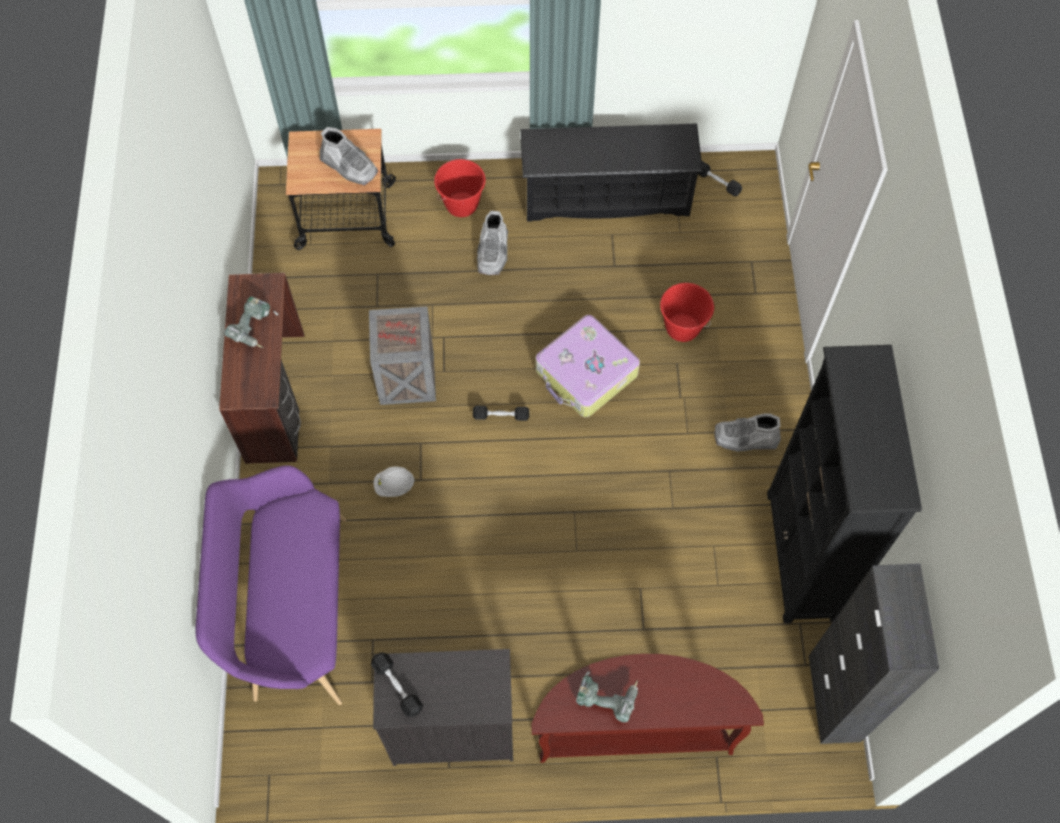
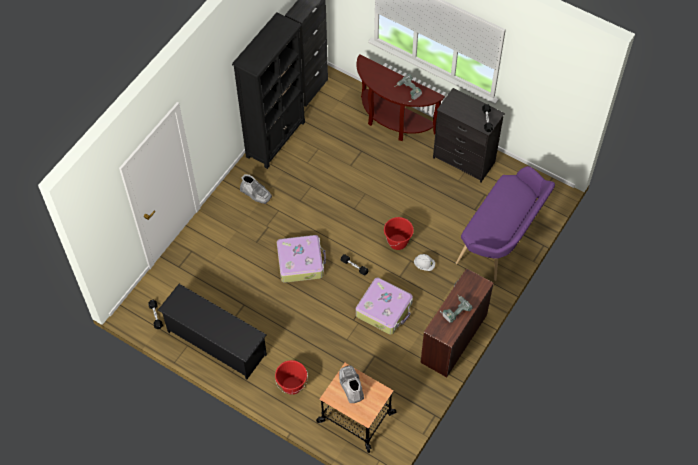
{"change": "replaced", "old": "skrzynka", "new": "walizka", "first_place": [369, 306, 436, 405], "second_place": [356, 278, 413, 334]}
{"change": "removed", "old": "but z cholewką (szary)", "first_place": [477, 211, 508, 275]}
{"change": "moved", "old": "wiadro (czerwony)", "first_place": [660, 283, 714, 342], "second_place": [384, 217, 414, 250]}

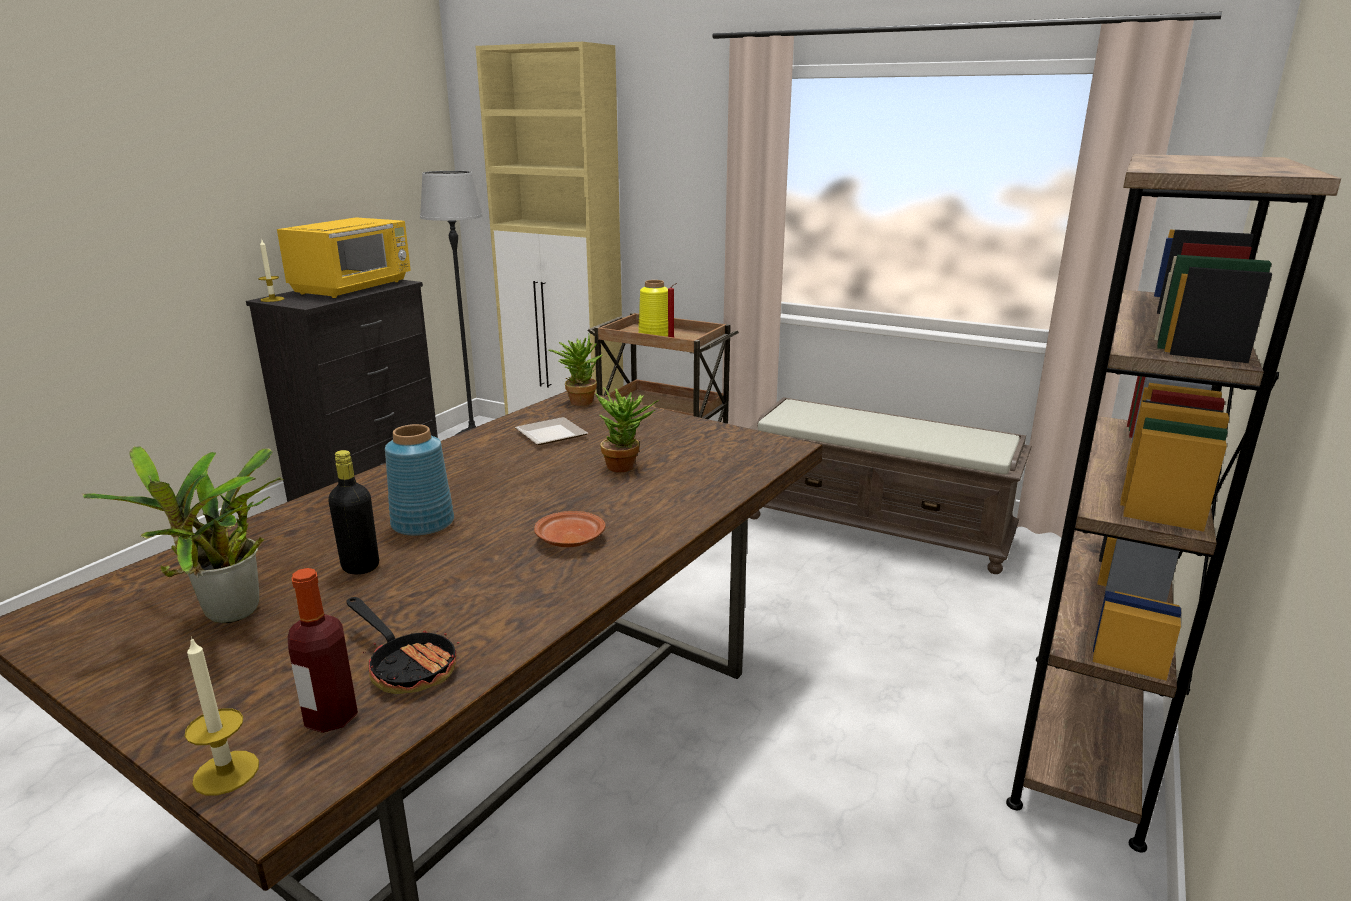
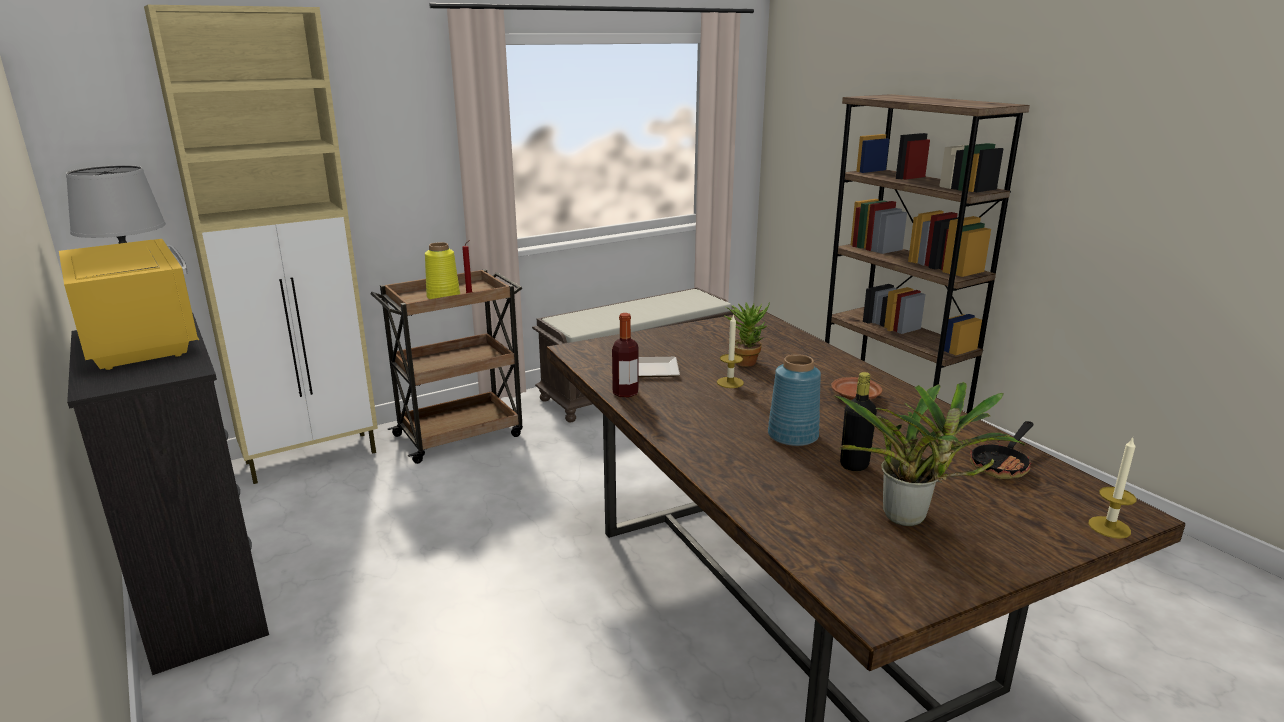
{"change": "moved", "old": "świeca", "first_place": [258, 238, 285, 302], "second_place": [717, 314, 744, 388]}
{"change": "moved", "old": "butelka", "first_place": [288, 568, 358, 733], "second_place": [612, 313, 638, 397]}
{"change": "turned", "old": "patelnia", "first_place": [346, 597, 459, 694], "second_place": [970, 421, 1033, 479], "degrees": 150}
{"change": "removed", "old": "roślina doniczkowa", "first_place": [548, 335, 603, 406]}

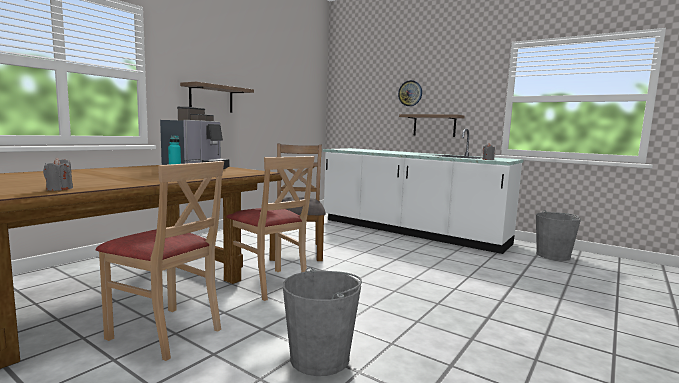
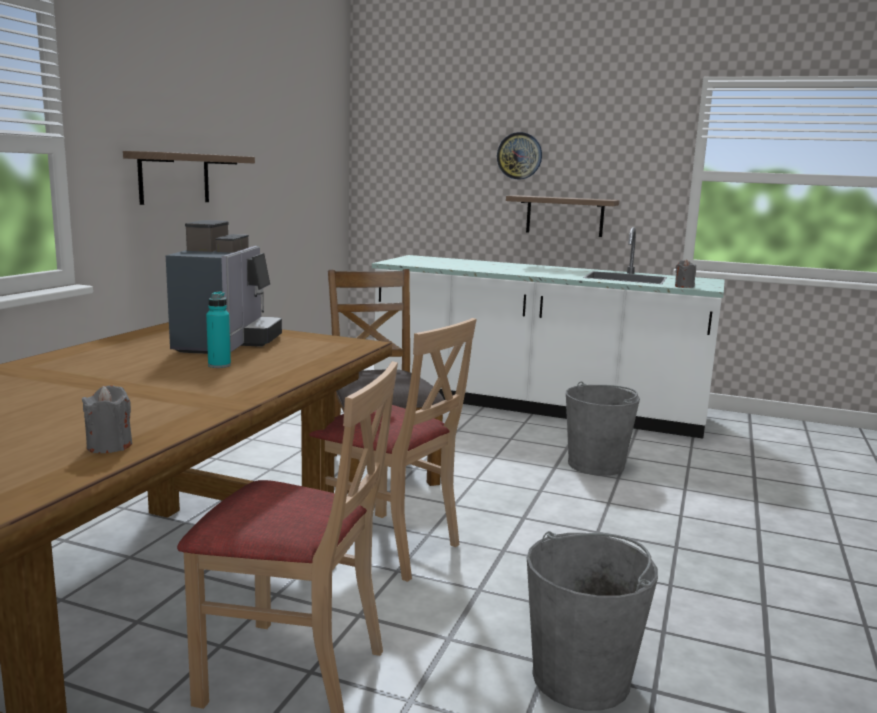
{"change": "moved", "old": "wiadro (szary)", "first_place": [536, 210, 581, 261], "second_place": [566, 382, 640, 476]}

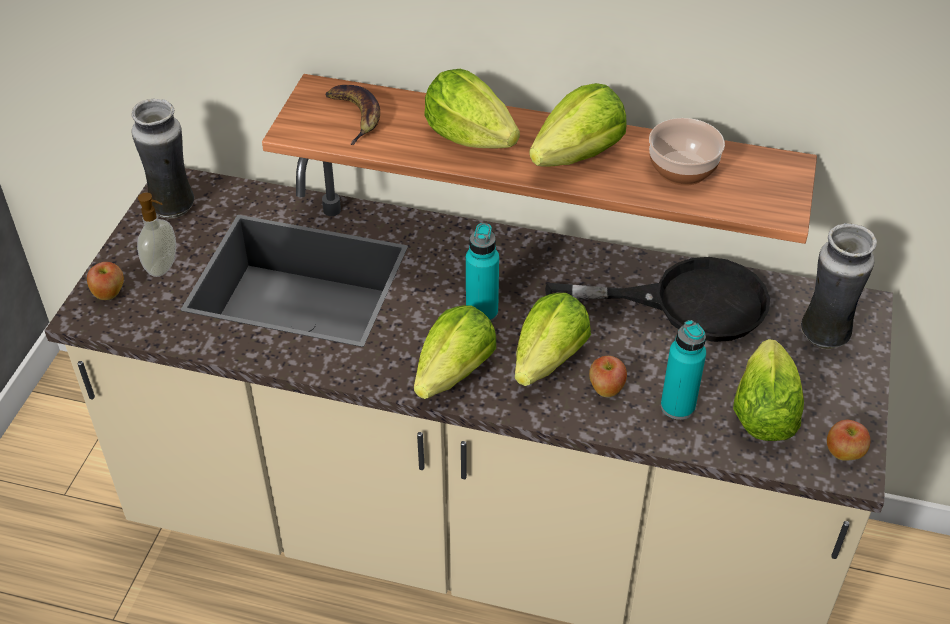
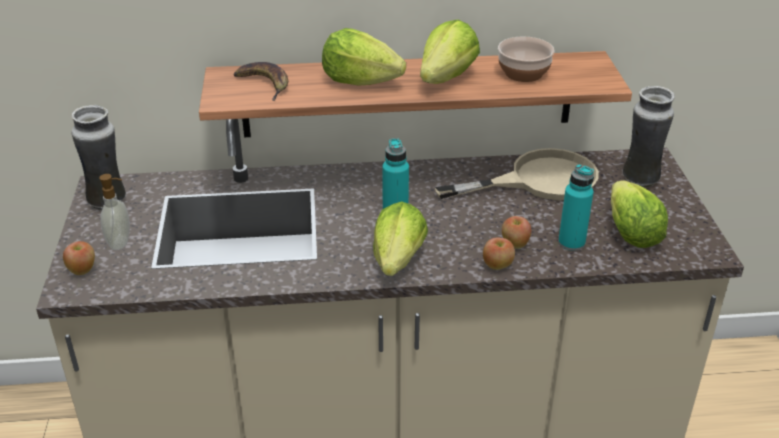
{"change": "removed", "old": "sałata", "first_place": [515, 293, 591, 386]}
{"change": "recoloured", "old": "patelnia (czarny)", "new": "patelnia (beżowy)", "first_place": [545, 257, 770, 342], "second_place": [435, 148, 599, 200]}
{"change": "moved", "old": "jabłko", "first_place": [827, 420, 871, 461], "second_place": [483, 238, 515, 270]}

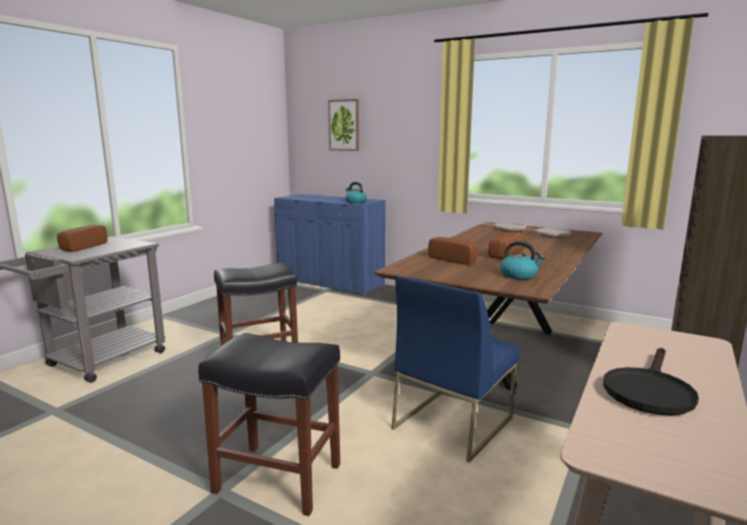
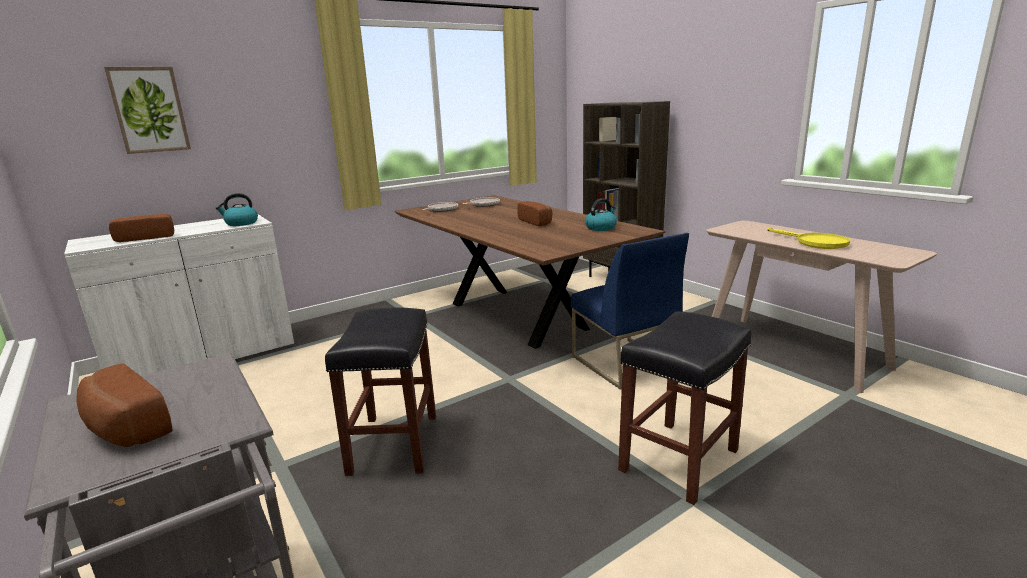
{"change": "recoloured", "old": "szafka (niebieski)", "new": "szafka (biały)", "first_place": [274, 194, 386, 296], "second_place": [64, 214, 294, 376]}
{"change": "moved", "old": "chleb", "first_place": [428, 237, 478, 265], "second_place": [109, 214, 174, 242]}
{"change": "recoloured", "old": "patelnia (czarny)", "new": "patelnia (żółty)", "first_place": [603, 348, 699, 416], "second_place": [767, 228, 850, 249]}

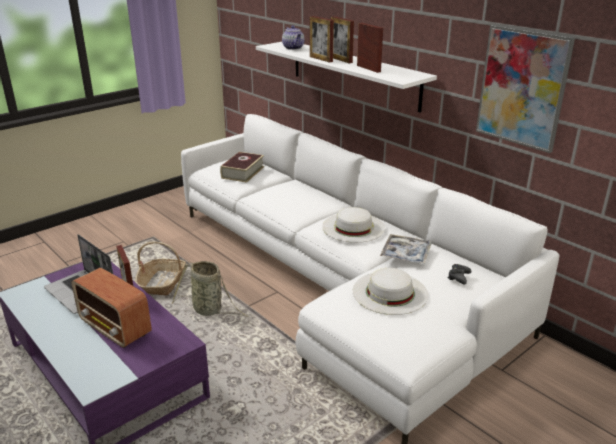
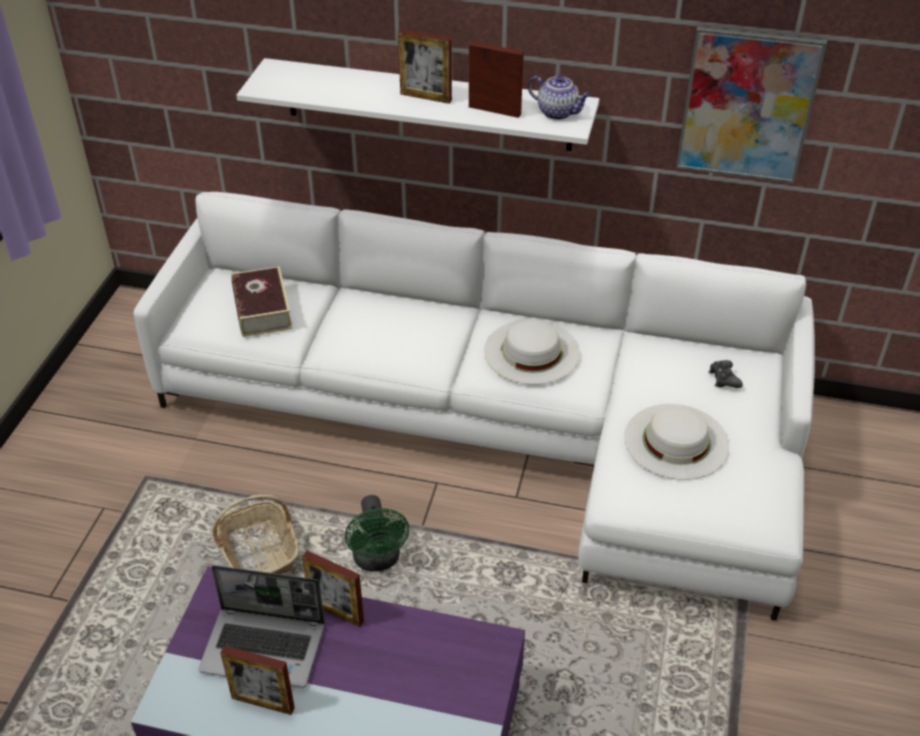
{"change": "removed", "old": "radio", "first_place": [72, 268, 151, 348]}
{"change": "replaced", "old": "koszyk", "new": "wentylator (zielony)", "first_place": [172, 261, 249, 317], "second_place": [345, 495, 409, 572]}
{"change": "moved", "old": "imbryk", "first_place": [282, 25, 305, 50], "second_place": [528, 75, 591, 120]}
{"change": "moved", "old": "ramka na zdjęcie", "first_place": [310, 16, 334, 63], "second_place": [220, 645, 295, 715]}
{"change": "removed", "old": "taca", "first_place": [380, 234, 432, 264]}

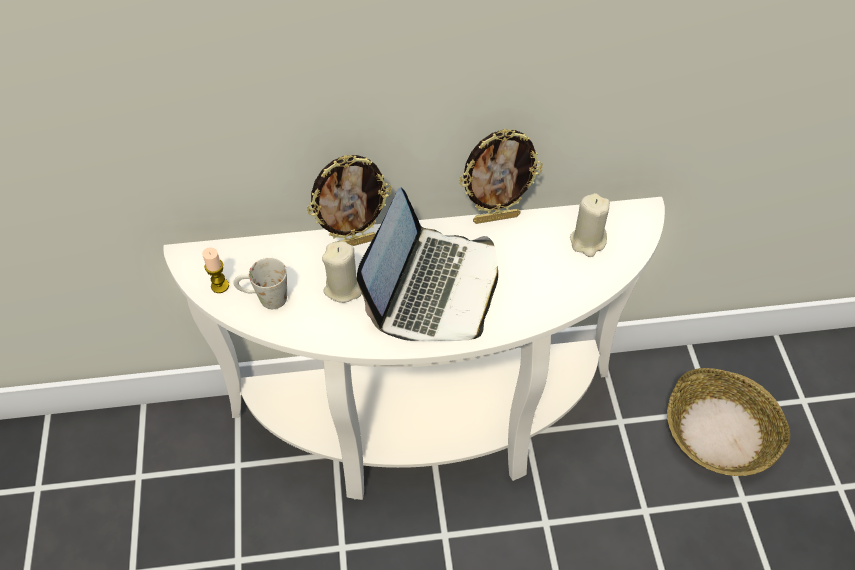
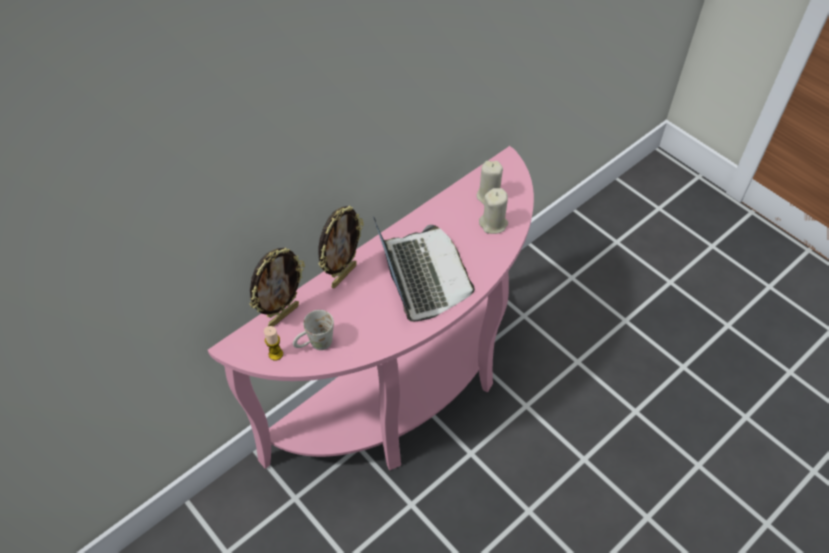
{"change": "recoloured", "old": "stolik konsolowy (biały)", "new": "stolik konsolowy (różowy)", "first_place": [163, 197, 665, 500], "second_place": [208, 146, 534, 470]}
{"change": "moved", "old": "świeca (beżowy)", "first_place": [322, 241, 362, 303], "second_place": [479, 188, 508, 234]}
{"change": "moved", "old": "ramka na zdjęcie", "first_place": [459, 129, 543, 224], "second_place": [249, 248, 305, 327]}
{"change": "removed", "old": "koszyk", "first_place": [667, 368, 790, 476]}

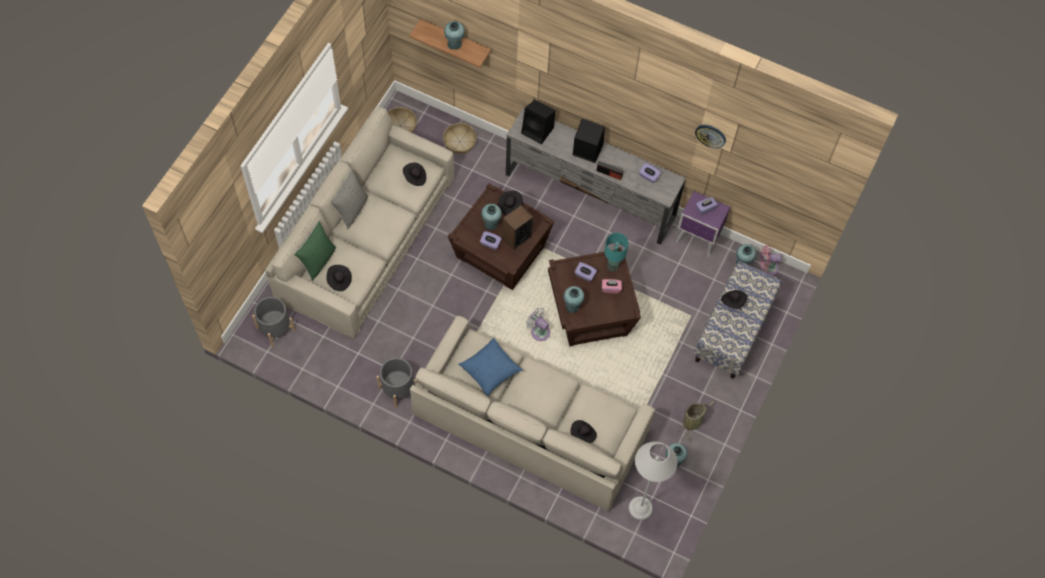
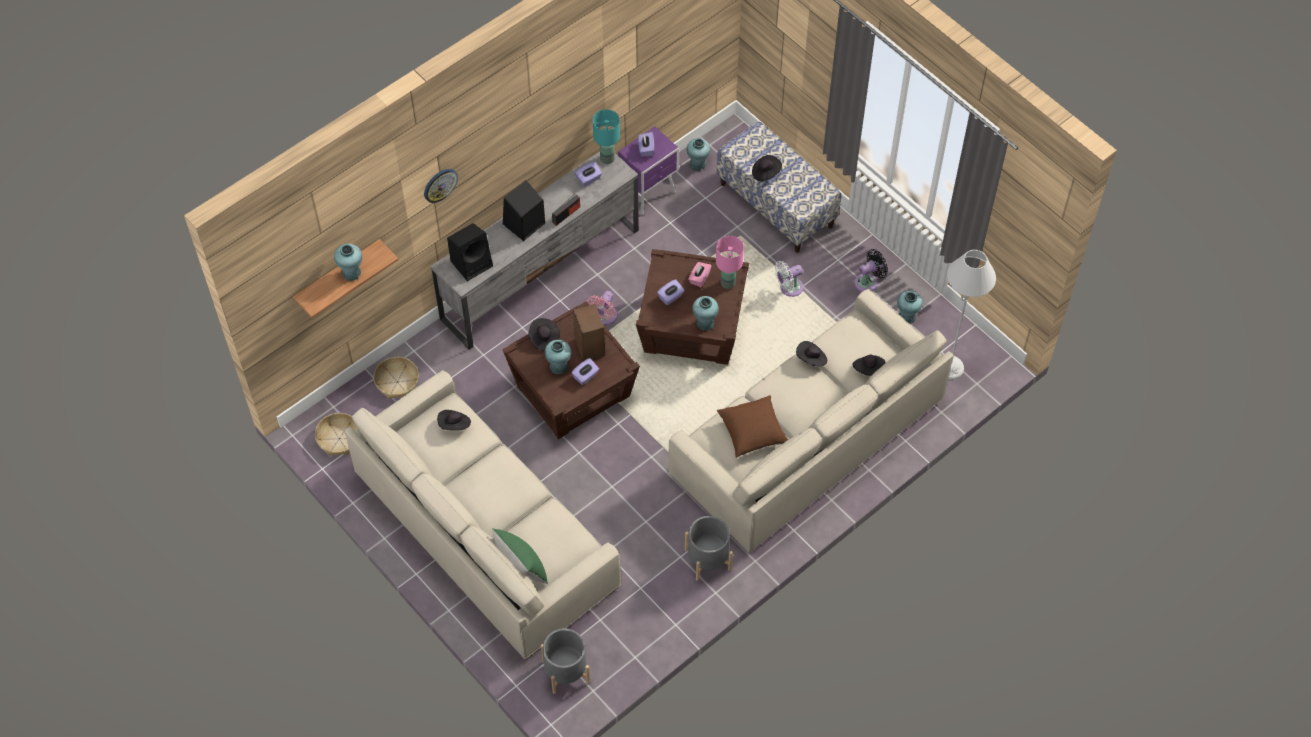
{"change": "moved", "old": "kapelusz (czarny)", "first_place": [326, 265, 352, 291], "second_place": [796, 341, 827, 366]}
{"change": "removed", "old": "poduszka (szary)", "first_place": [330, 169, 368, 229]}
{"change": "recoloured", "old": "poduszka (niebieski)", "new": "poduszka (brązowy)", "first_place": [458, 338, 523, 396], "second_place": [717, 395, 788, 458]}
{"change": "moved", "old": "wentylator (biały)", "first_place": [525, 307, 550, 341], "second_place": [775, 261, 803, 297]}
{"change": "moved", "old": "lampa stołowa (turkusowy)", "first_place": [605, 233, 628, 272], "second_place": [593, 109, 620, 164]}
{"change": "replaced", "old": "koszyk", "new": "wentylator (czarny)", "first_place": [677, 400, 714, 441], "second_place": [854, 249, 888, 292]}
{"change": "moved", "old": "zegar ścienny", "first_place": [695, 125, 726, 148], "second_place": [424, 169, 458, 203]}
{"change": "moved", "old": "wentylator (różowy)", "first_place": [760, 245, 781, 276], "second_place": [586, 291, 618, 325]}
{"change": "added", "new": "lampa stołowa (różowy)", "second_place": [716, 236, 744, 289]}

